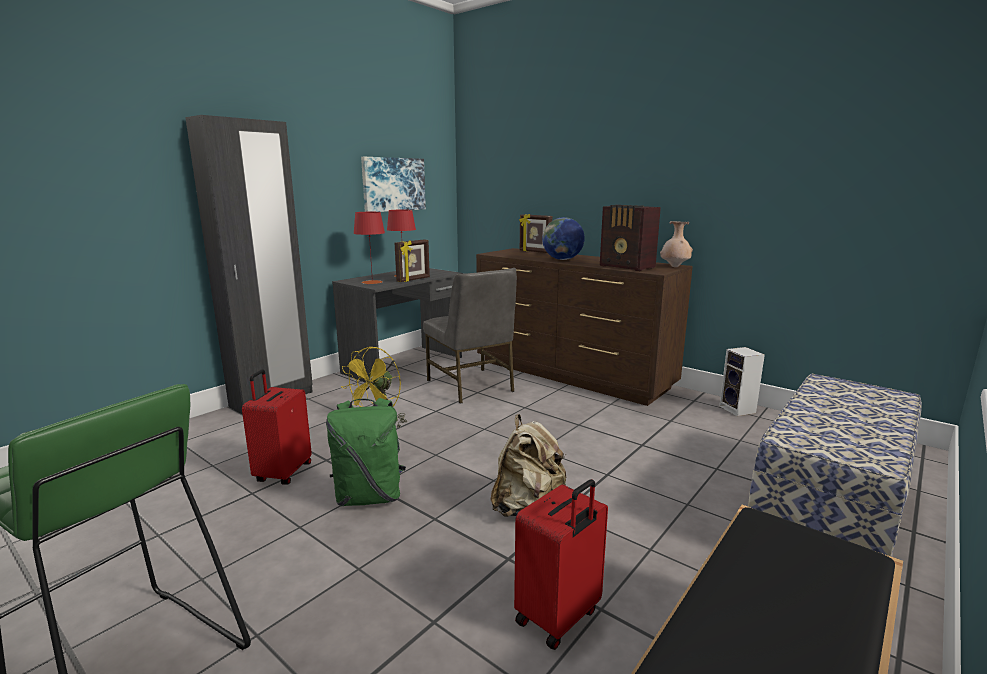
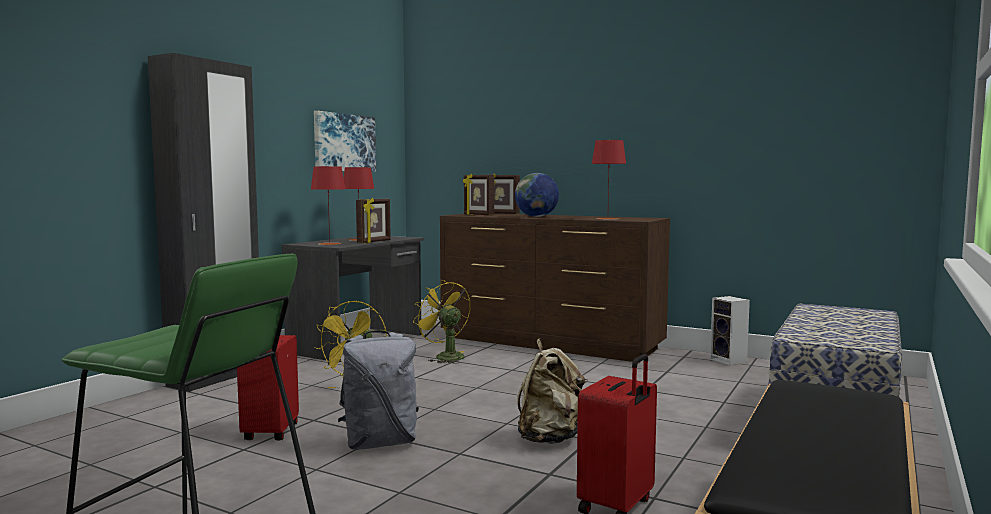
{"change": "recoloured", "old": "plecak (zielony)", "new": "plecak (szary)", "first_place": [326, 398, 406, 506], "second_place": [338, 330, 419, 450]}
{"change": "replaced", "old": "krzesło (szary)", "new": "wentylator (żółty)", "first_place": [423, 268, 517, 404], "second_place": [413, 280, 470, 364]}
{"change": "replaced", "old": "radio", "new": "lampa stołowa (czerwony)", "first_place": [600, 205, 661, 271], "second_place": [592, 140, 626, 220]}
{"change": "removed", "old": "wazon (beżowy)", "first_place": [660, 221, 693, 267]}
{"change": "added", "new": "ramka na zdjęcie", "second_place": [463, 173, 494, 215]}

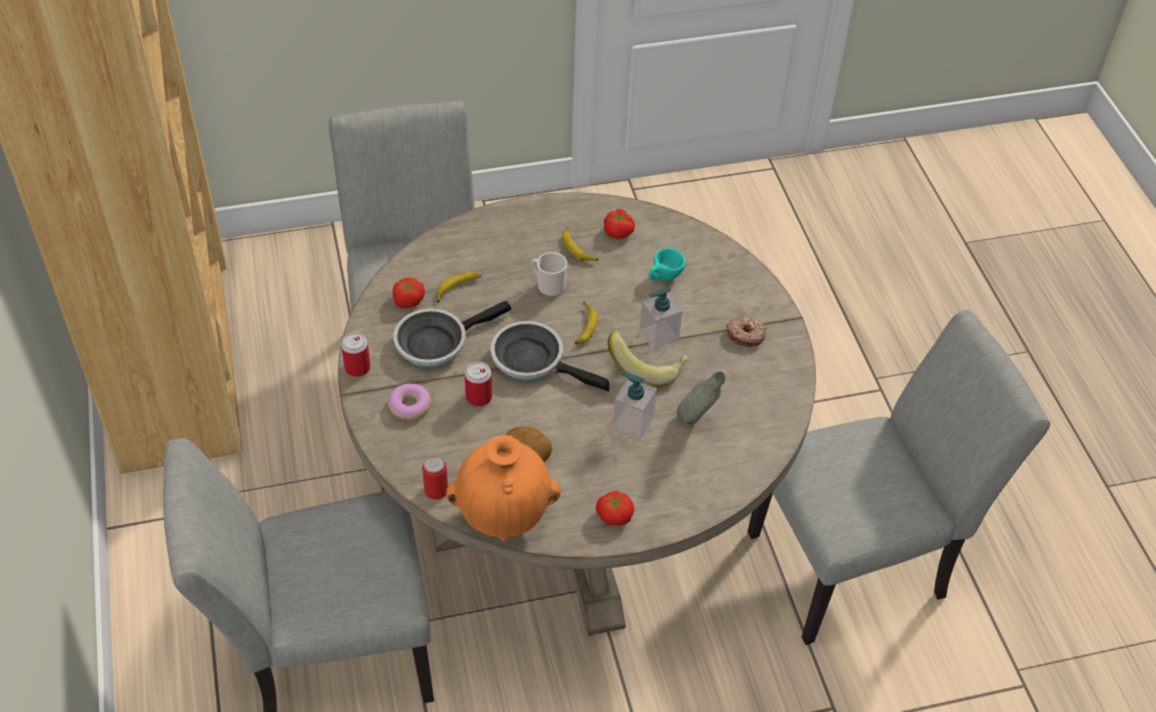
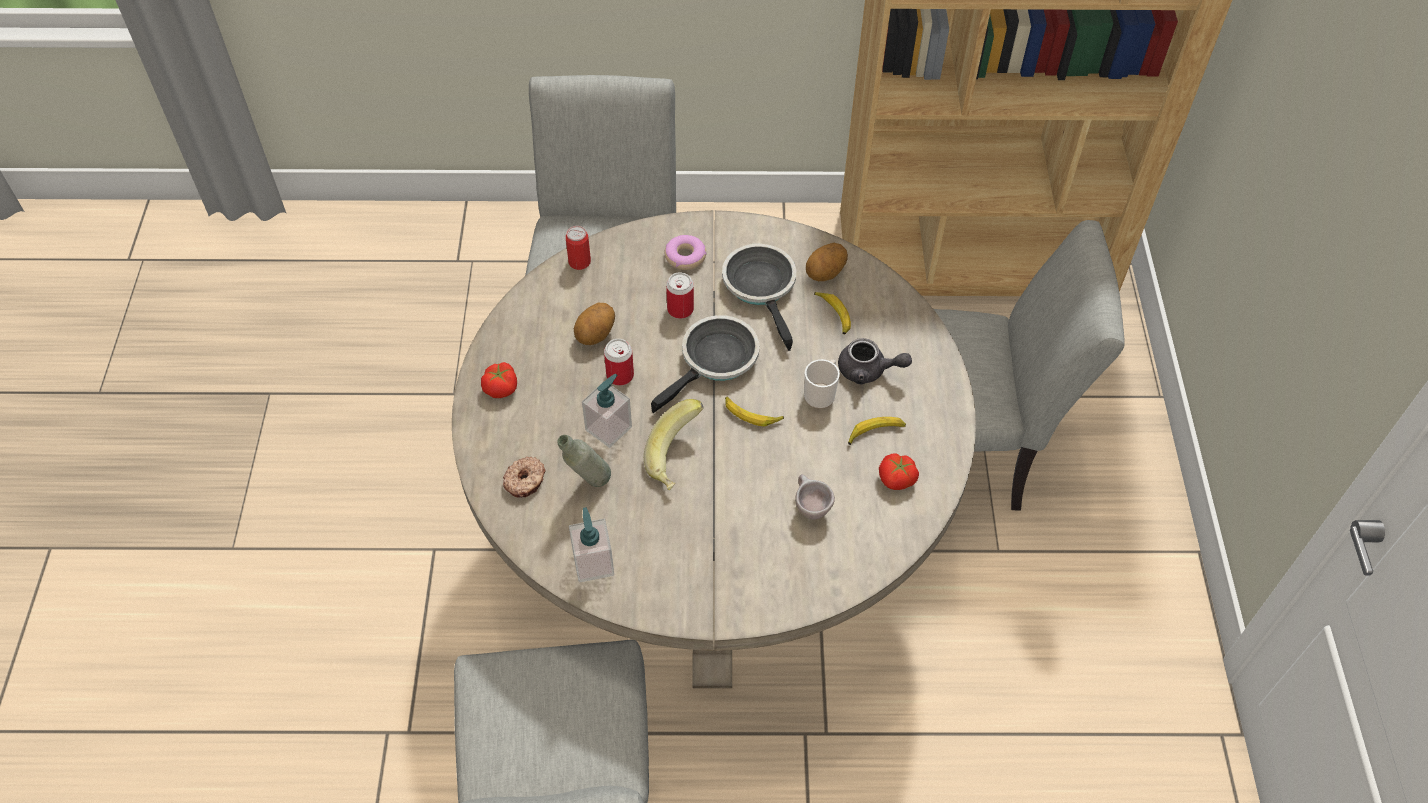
{"change": "moved", "old": "puszka", "first_place": [341, 332, 370, 377], "second_place": [604, 339, 634, 386]}
{"change": "replaced", "old": "pomidor", "new": "ziemniak", "first_place": [393, 277, 425, 308], "second_place": [806, 243, 848, 281]}
{"change": "removed", "old": "wazon (pomarańczowy)", "first_place": [446, 435, 561, 541]}
{"change": "moved", "old": "dozownik mydła", "first_place": [640, 287, 682, 349], "second_place": [569, 507, 614, 582]}
{"change": "recoloured", "old": "filiżanka (turkusowy)", "new": "filiżanka (beżowy)", "first_place": [649, 248, 686, 281], "second_place": [795, 474, 835, 519]}
{"change": "moved", "old": "donut", "first_place": [727, 317, 766, 347], "second_place": [503, 457, 545, 498]}
{"change": "added", "new": "imbryk (szary)", "second_place": [838, 338, 912, 384]}

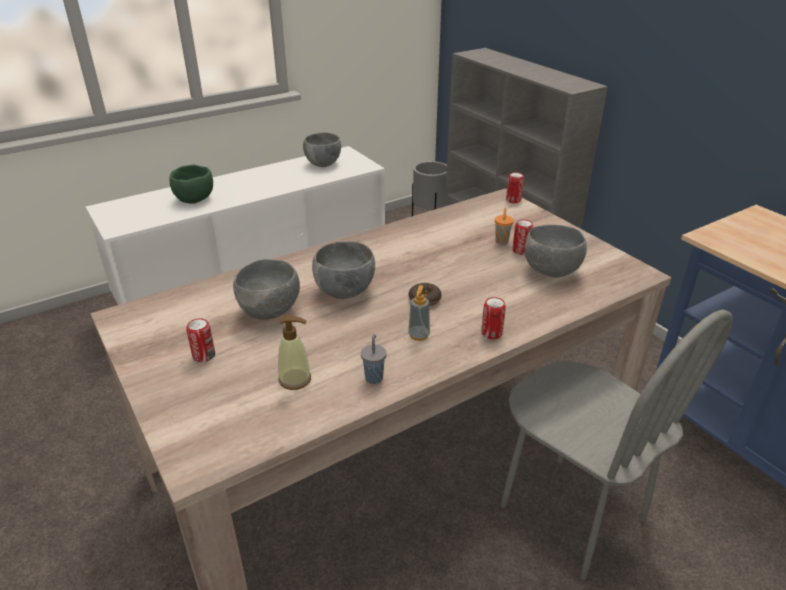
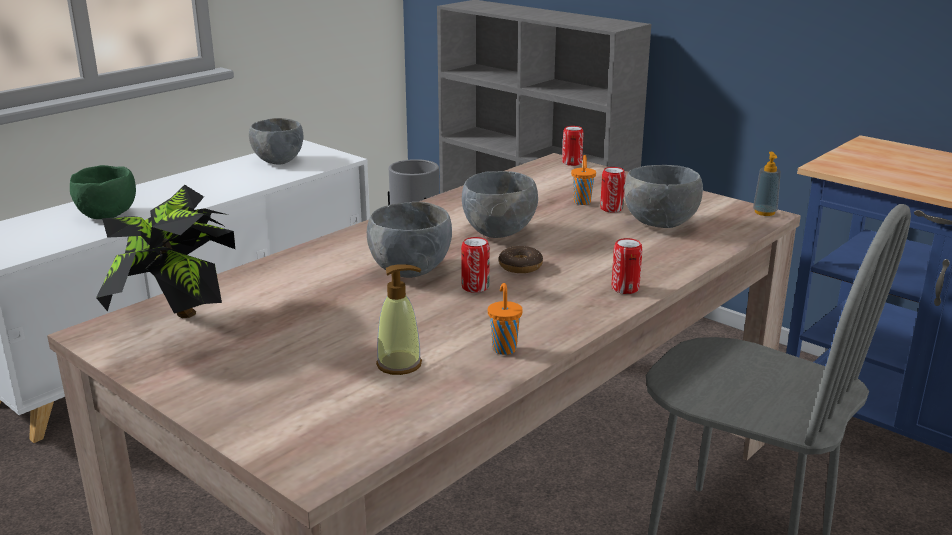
{"change": "moved", "old": "puszka", "first_place": [186, 318, 215, 362], "second_place": [461, 237, 490, 293]}
{"change": "moved", "old": "miska (szary)", "first_place": [233, 259, 300, 320], "second_place": [462, 171, 538, 238]}
{"change": "recoloured", "old": "filiżanka (szary)", "new": "filiżanka (pomarańczowy)", "first_place": [361, 334, 387, 384], "second_place": [488, 283, 523, 355]}
{"change": "moved", "old": "dozownik mydła", "first_place": [408, 285, 430, 341], "second_place": [753, 152, 781, 216]}
{"change": "added", "new": "roślina doniczkowa", "second_place": [96, 185, 235, 318]}

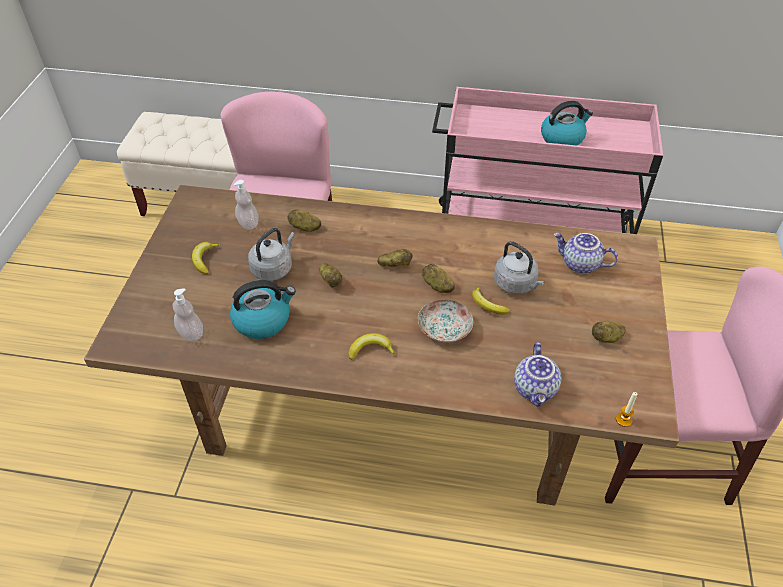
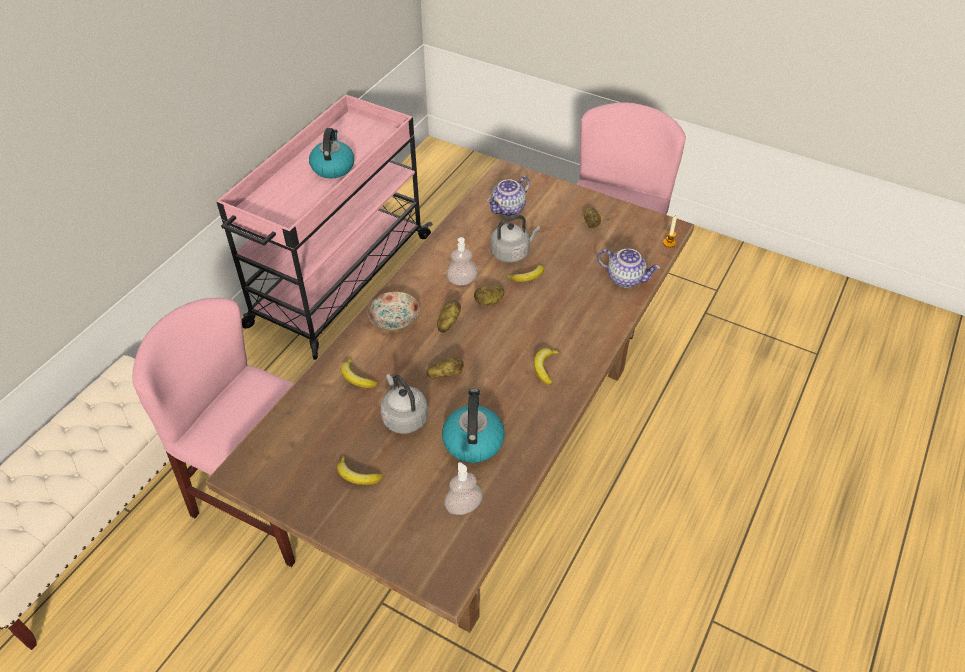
{"change": "moved", "old": "dozownik mydła", "first_place": [234, 180, 259, 230], "second_place": [446, 237, 478, 285]}
{"change": "replaced", "old": "ziemniak", "new": "banan", "first_place": [288, 209, 321, 232], "second_place": [341, 358, 378, 388]}
{"change": "moved", "old": "talerz", "first_place": [418, 299, 473, 343], "second_place": [368, 292, 419, 330]}

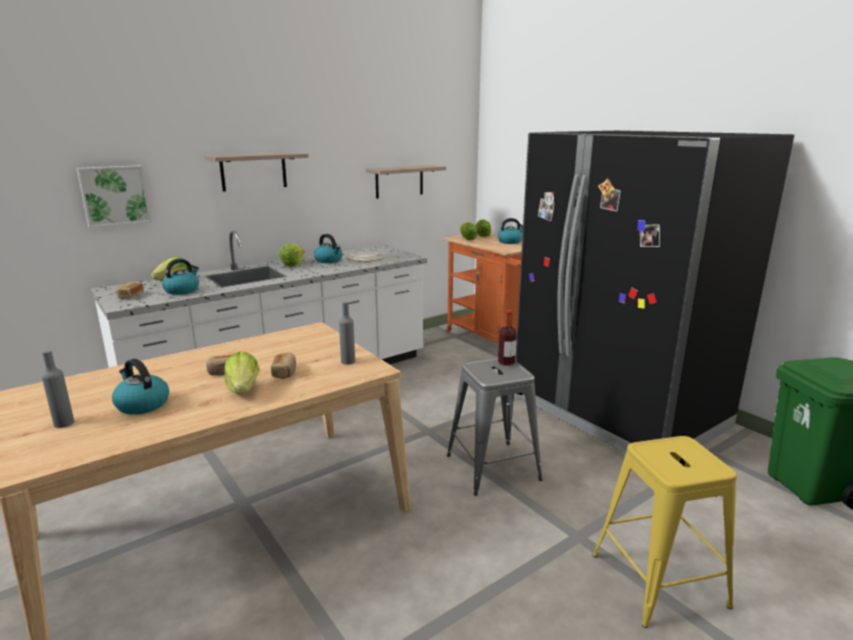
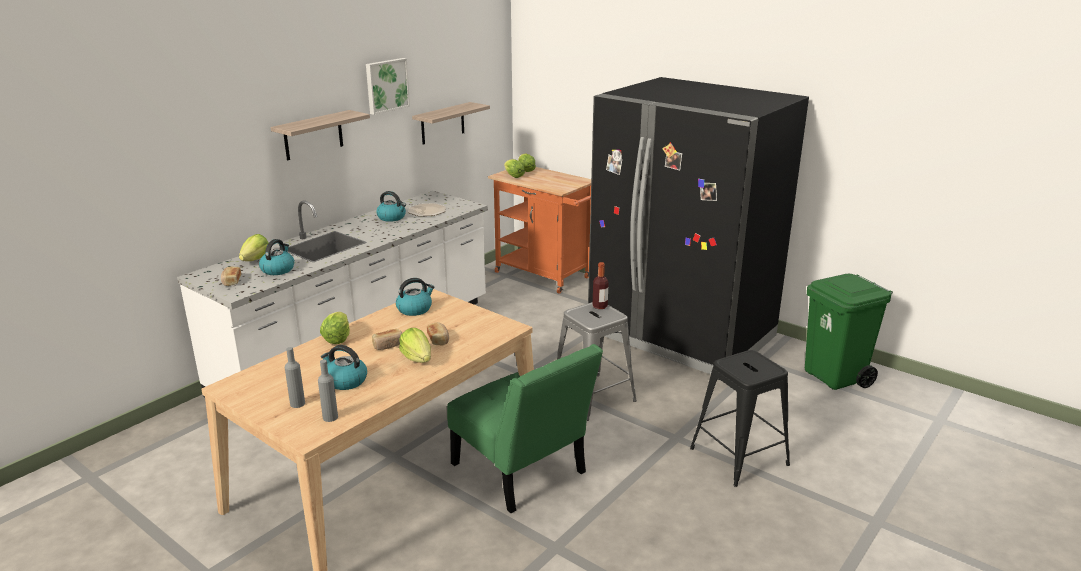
{"change": "moved", "old": "obraz", "first_place": [77, 165, 151, 228], "second_place": [366, 58, 410, 115]}
{"change": "moved", "old": "sałata", "first_place": [279, 243, 305, 266], "second_place": [320, 312, 350, 344]}
{"change": "moved", "old": "butelka (szary)", "first_place": [339, 301, 355, 365], "second_place": [318, 360, 338, 422]}
{"change": "moved", "old": "czajnik", "first_place": [498, 218, 523, 244], "second_place": [396, 278, 435, 316]}
{"change": "recoloured", "old": "stołek (żółty)", "new": "stołek (czarny)", "first_place": [593, 436, 737, 628], "second_place": [690, 350, 790, 487]}
{"change": "added", "new": "krzesło (zielony)", "second_place": [447, 344, 603, 513]}

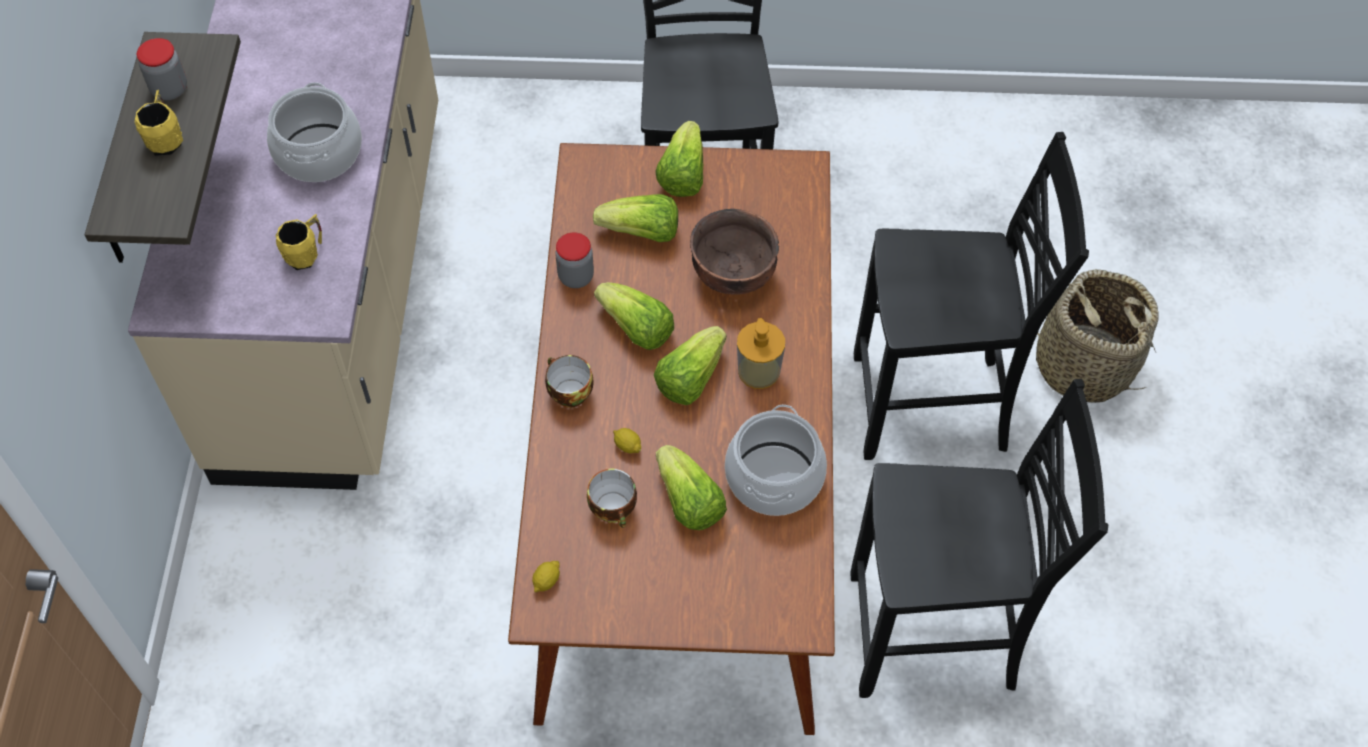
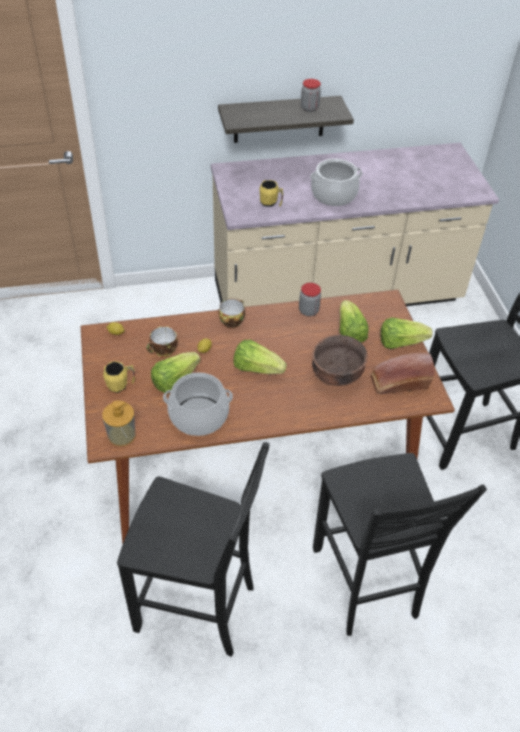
{"change": "moved", "old": "kubek (żółty)", "first_place": [134, 90, 183, 156], "second_place": [103, 361, 135, 393]}
{"change": "removed", "old": "sałata", "first_place": [594, 282, 674, 350]}
{"change": "moved", "old": "dozownik mydła", "first_place": [737, 318, 785, 389], "second_place": [102, 400, 136, 446]}
{"change": "turned", "old": "krzesło (czarny)", "first_place": [851, 379, 1108, 698], "second_place": [117, 442, 269, 657], "degrees": -60}
{"change": "removed", "old": "koszyk", "first_place": [1036, 269, 1158, 403]}
{"change": "added", "new": "chleb", "second_place": [371, 353, 435, 394]}

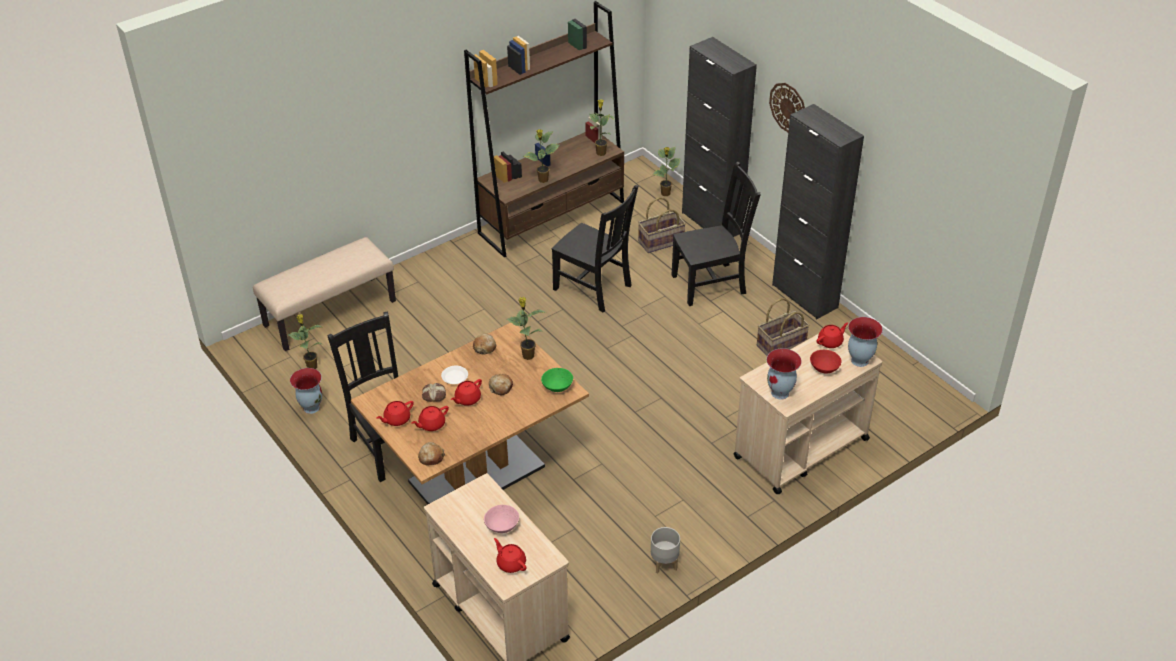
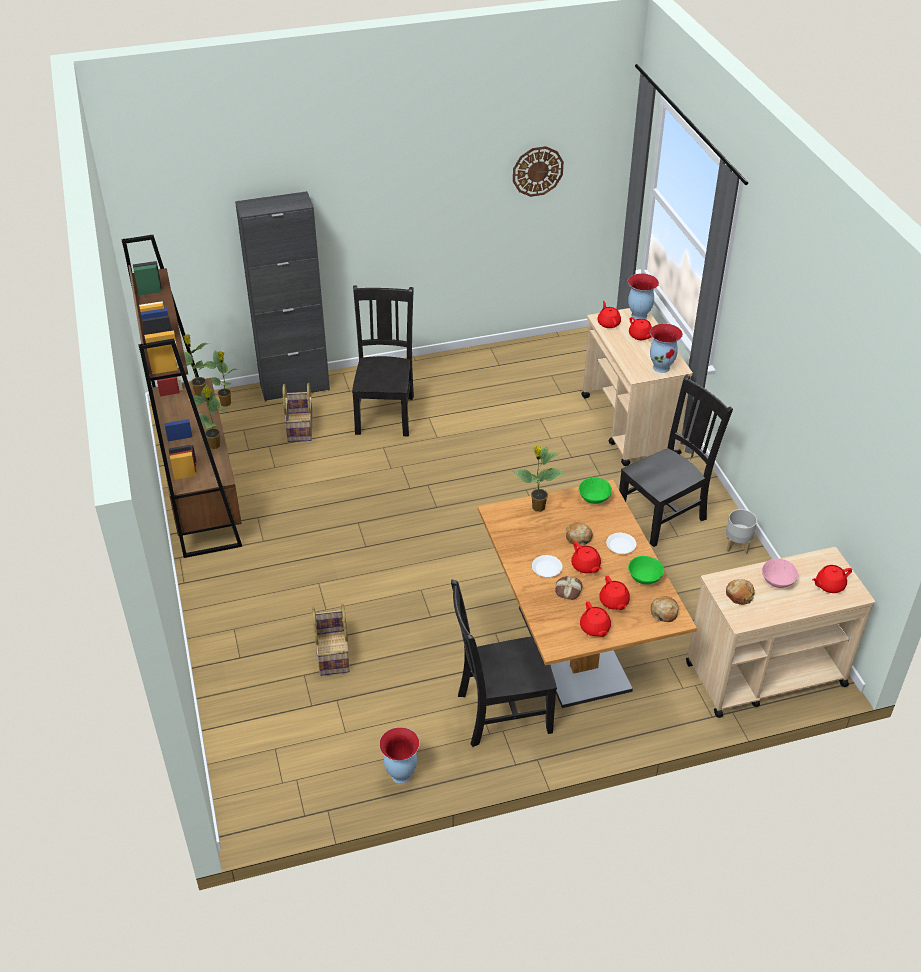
{"change": "removed", "old": "ławka (beżowy)", "first_place": [253, 237, 396, 351]}
{"change": "removed", "old": "roślina doniczkowa", "first_place": [288, 314, 321, 369]}
{"change": "moved", "old": "chleb", "first_place": [473, 333, 496, 355], "second_place": [726, 579, 755, 605]}
{"change": "moved", "old": "krzesło (czarny)", "first_place": [551, 185, 638, 313], "second_place": [619, 375, 733, 547]}
{"change": "moved", "old": "koszyk", "first_place": [757, 298, 809, 356], "second_place": [312, 604, 350, 676]}
{"change": "moved", "old": "zegar ścienny", "first_place": [769, 83, 805, 132], "second_place": [513, 146, 564, 197]}
{"change": "removed", "old": "szafka (czarny)", "first_place": [772, 104, 864, 319]}
{"change": "replaced", "old": "miska (czerwony)", "new": "imbryk (czerwony)", "first_place": [810, 350, 842, 374], "second_place": [629, 317, 652, 340]}
{"change": "added", "new": "talerz (biały)", "second_place": [606, 533, 636, 554]}
{"change": "added", "new": "miska (zielony)", "second_place": [628, 556, 664, 584]}

